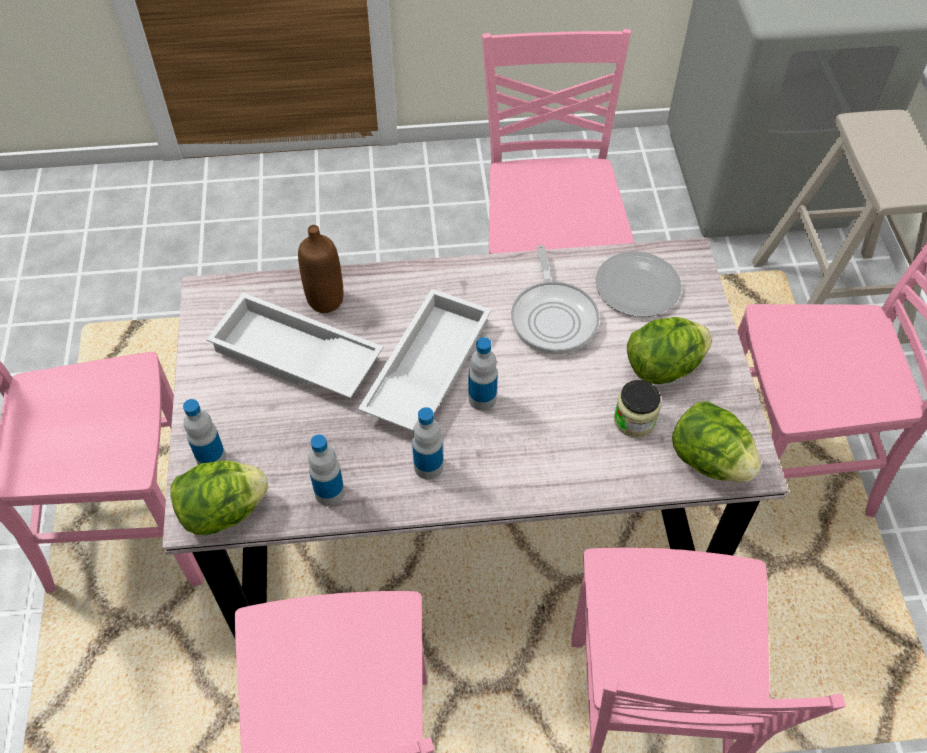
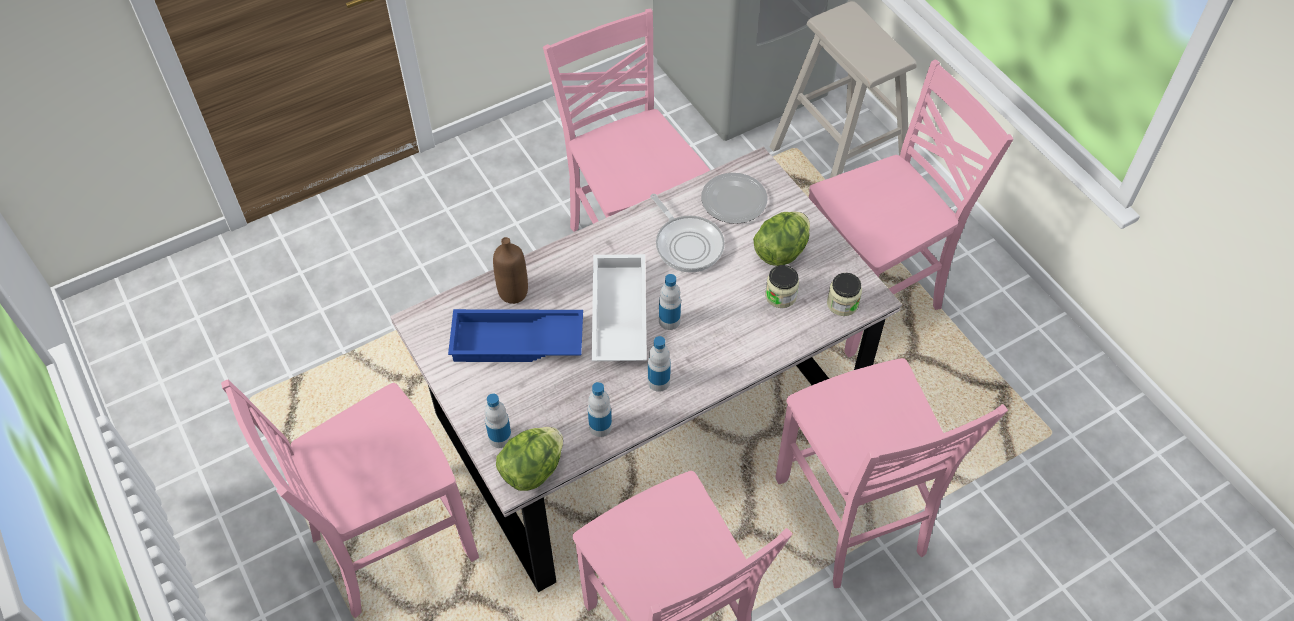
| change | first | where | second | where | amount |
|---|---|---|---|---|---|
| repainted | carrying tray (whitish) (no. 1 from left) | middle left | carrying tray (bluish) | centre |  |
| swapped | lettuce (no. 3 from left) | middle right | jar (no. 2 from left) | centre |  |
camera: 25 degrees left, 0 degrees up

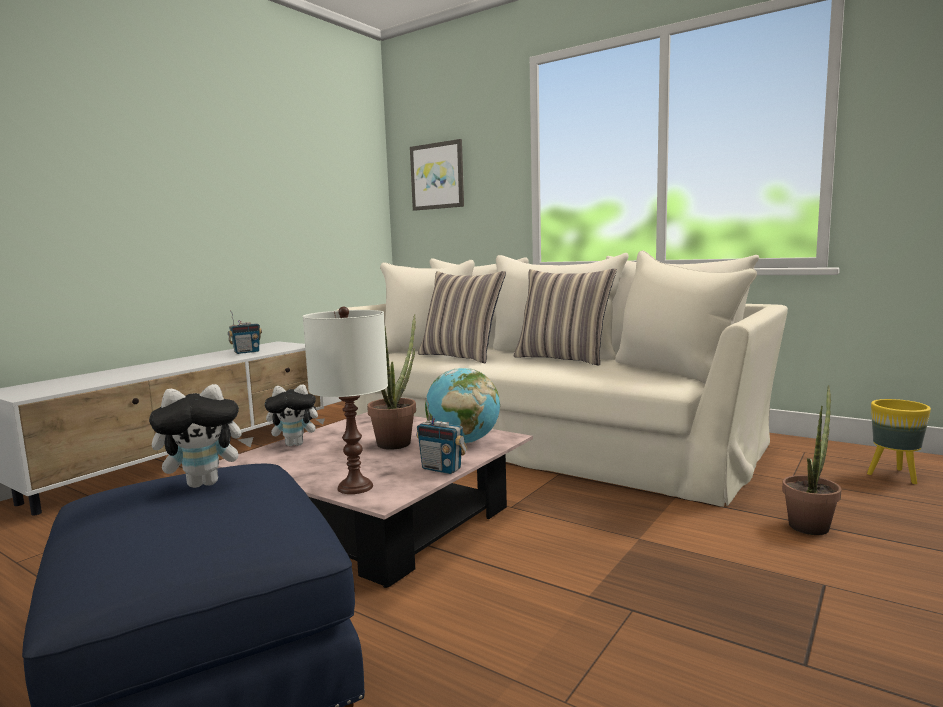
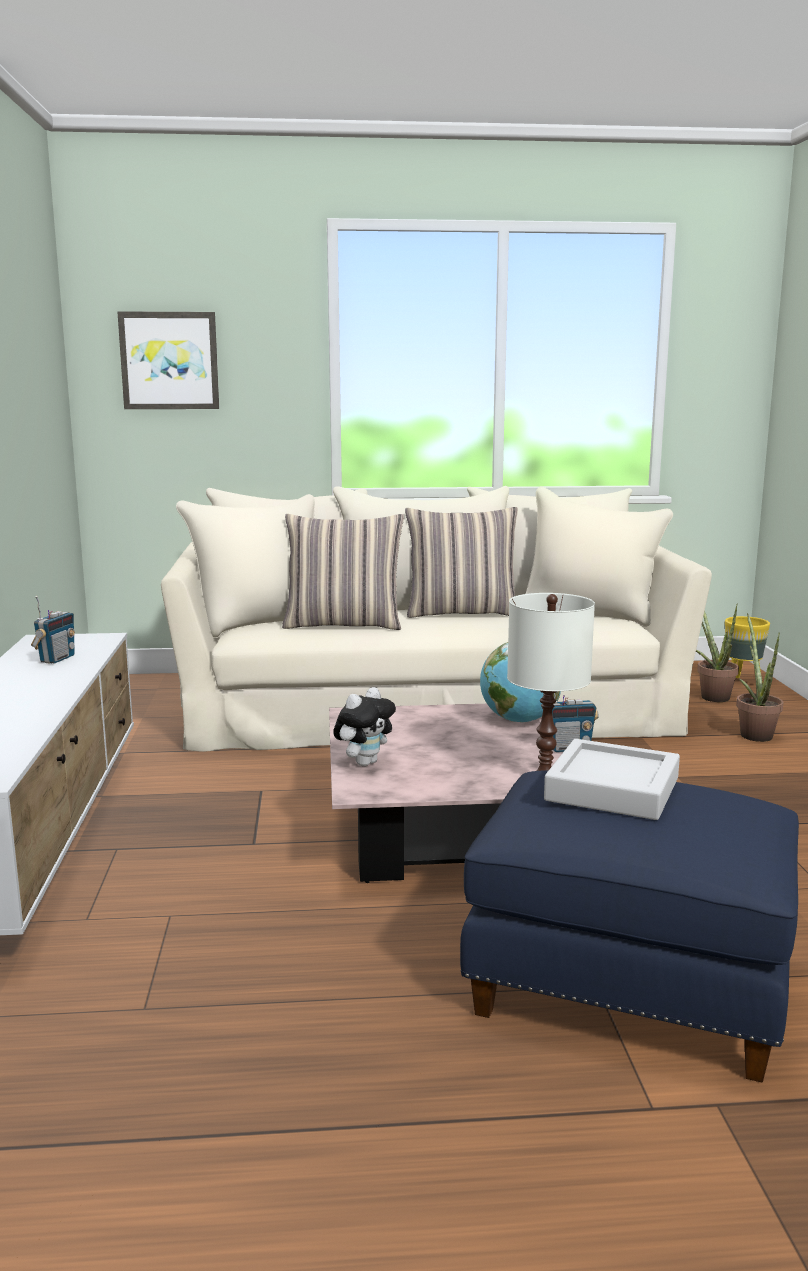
| change | first | where | second | where | amount |
|---|---|---|---|---|---|
| swapped | plush toy (no. 1 from left) | middle left | carrying tray (greyish) | middle right |  |
| shifted | houseplant (no. 1 from left) | centre |  | middle right |  |
camera: 40 degrees left, 5 degrees up

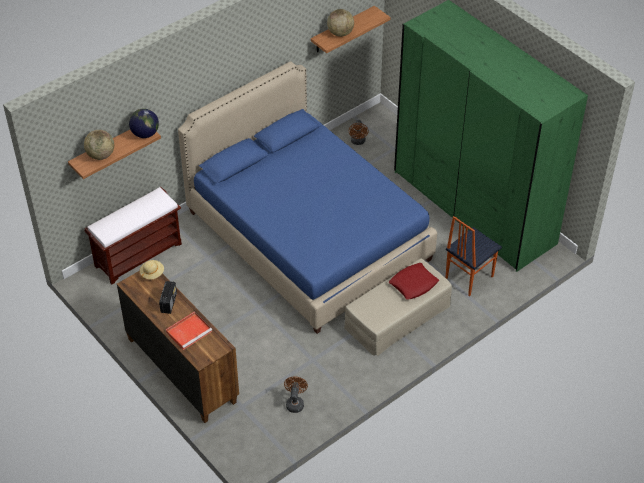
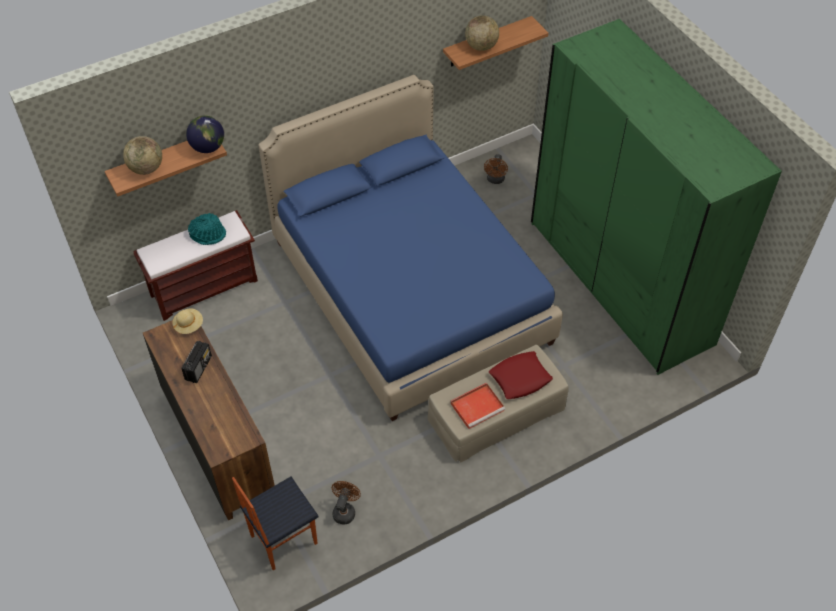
| change | first | where | second | where | amount |
|---|---|---|---|---|---|
| new |  |  | hat (turquoise) | middle left |  |
| shifted | chair | middle right |  | bottom left |  |
| shifted | carrying tray (red-coloured) | bottom left |  | centre |  |
camera: 10 degrees right, 5 degrees up

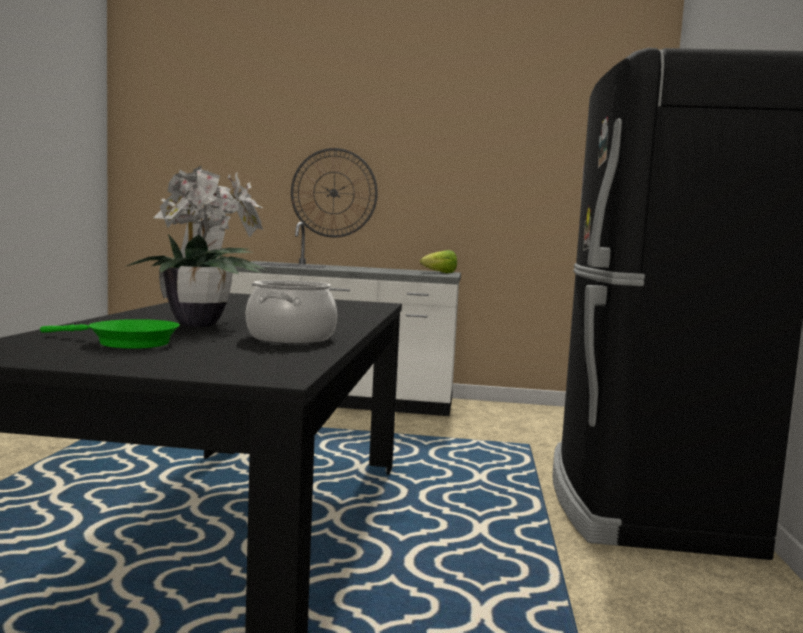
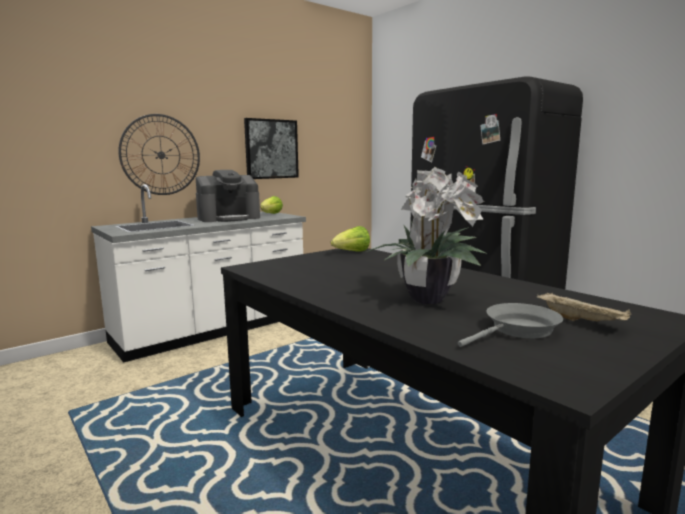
| change | first | where | second | where | amount |
|---|---|---|---|---|---|
| new |  |  | coffee brewer | middle left |  |
| new |  |  | picture | top centre |  |
| new |  |  | lettuce (no. 2 from left) | centre |  |
| repainted | skillet (greenish) | middle left | skillet (greyish) | middle right |  |
| new |  |  | carrying tray (sand-coloured) | middle right |  |
| gone | stockpot | centre |  |  |  |
camera: 45 degrees left, 5 degrees up

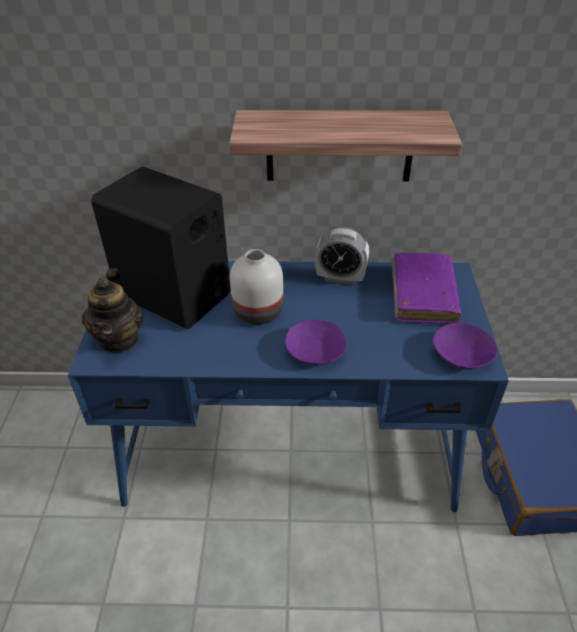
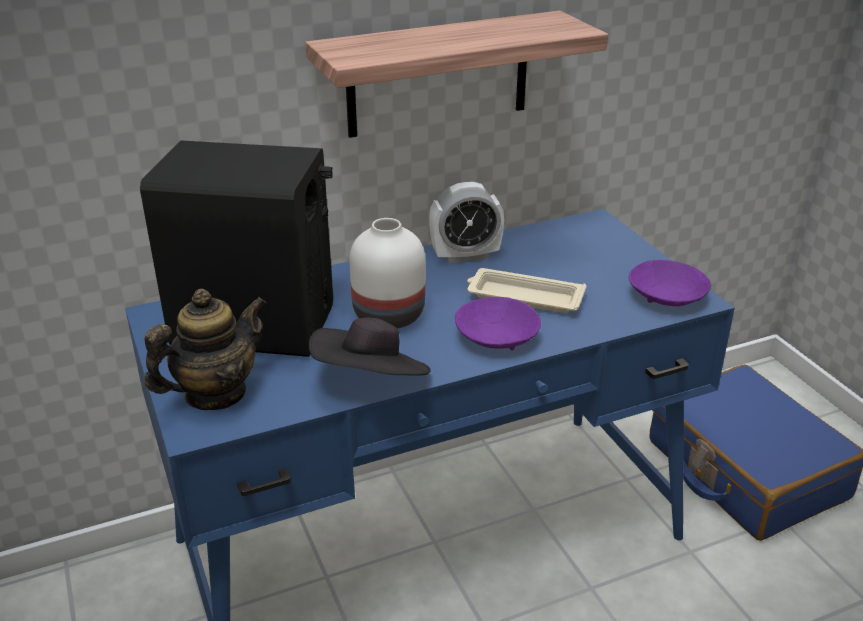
| change | first | where | second | where | amount |
|---|---|---|---|---|---|
| rotated | tea pot | middle left |  | middle left | 105 degrees counterclockwise |
| new |  |  | hat (black-coloured) | centre |  |
| new |  |  | carrying tray (sand-coloured) | centre |  |
| gone | bound book (purplish) | middle right |  |  |  |
camera: 25 degrees left, 10 degrees down

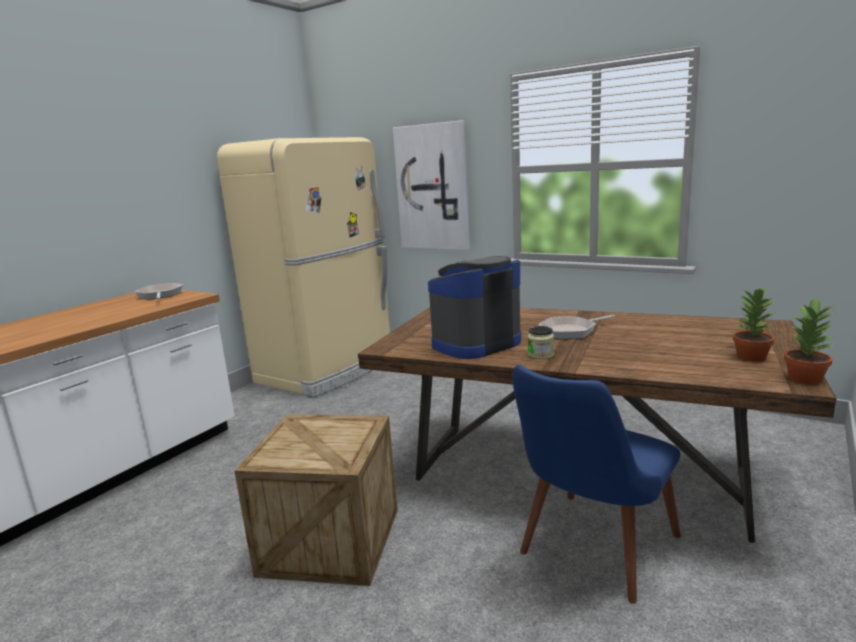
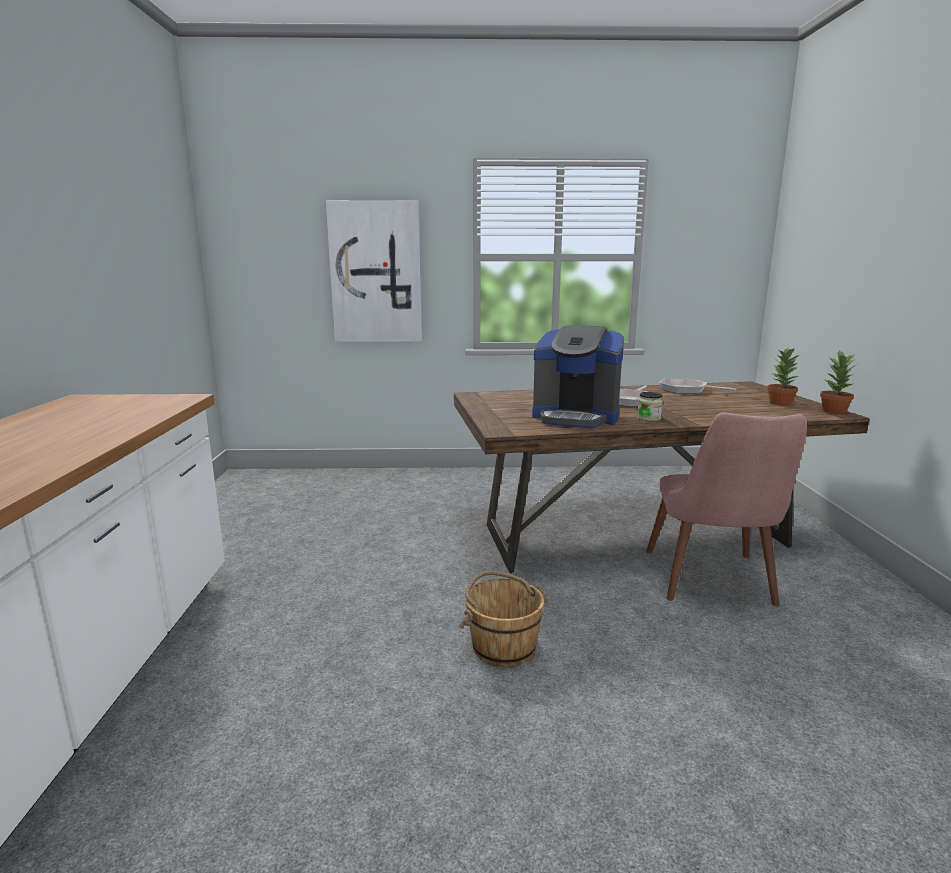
| change | first | where | second | where | amount |
|---|---|---|---|---|---|
| swapped | shipping crate | bottom centre | water bucket (brown) | bottom centre |  |
| rotated | coffee brewer | centre |  | centre | 90 degrees counterclockwise |
| repainted | chair (bluish) | bottom right | chair (pink) | middle right |  |
| shifted | skillet (no. 1 from left in the first image) | middle left | skillet (no. 2 from left) | middle right |  |
| gone | fridge (sand-coloured) | centre |  |  |  |
camera: 35 degrees left, 0 degrees up

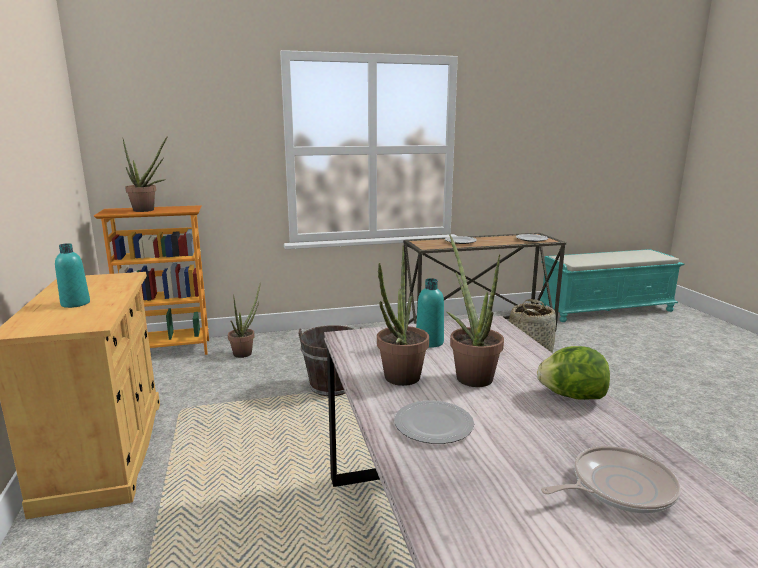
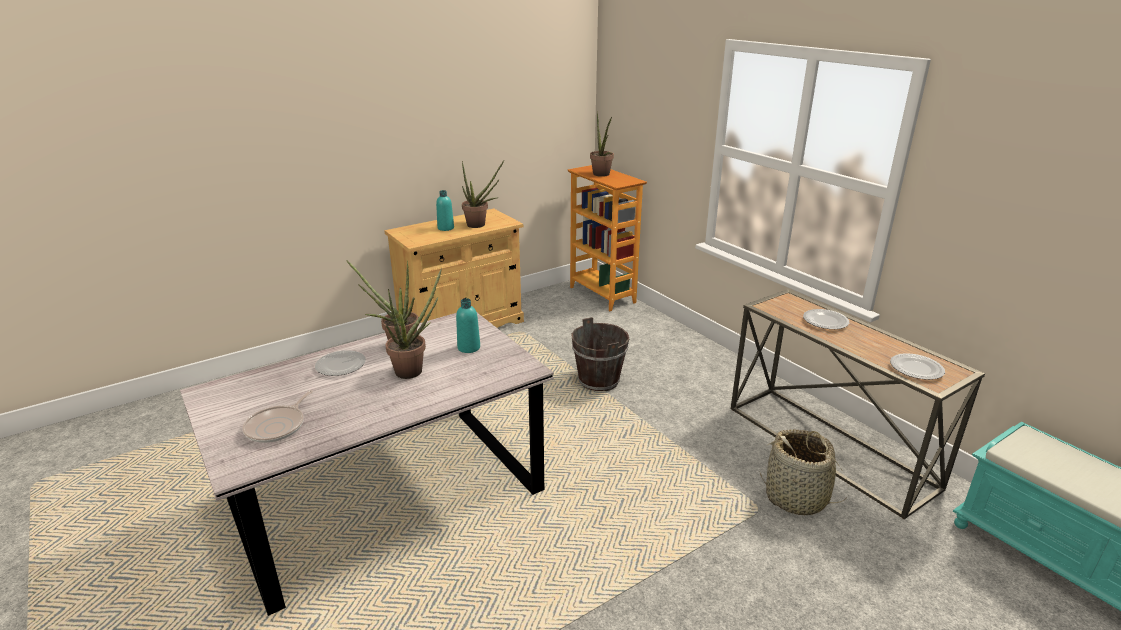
| change | first | where | second | where | amount |
|---|---|---|---|---|---|
| rotated | skillet | bottom right |  | middle left | 60 degrees clockwise |
| shifted | houseplant (no. 2 from left in the first image) | middle left | houseplant (no. 3 from left) | top centre |  |
| gone | lettuce | middle right |  |  |  |
camera: 70 degrees right, 10 degrees up

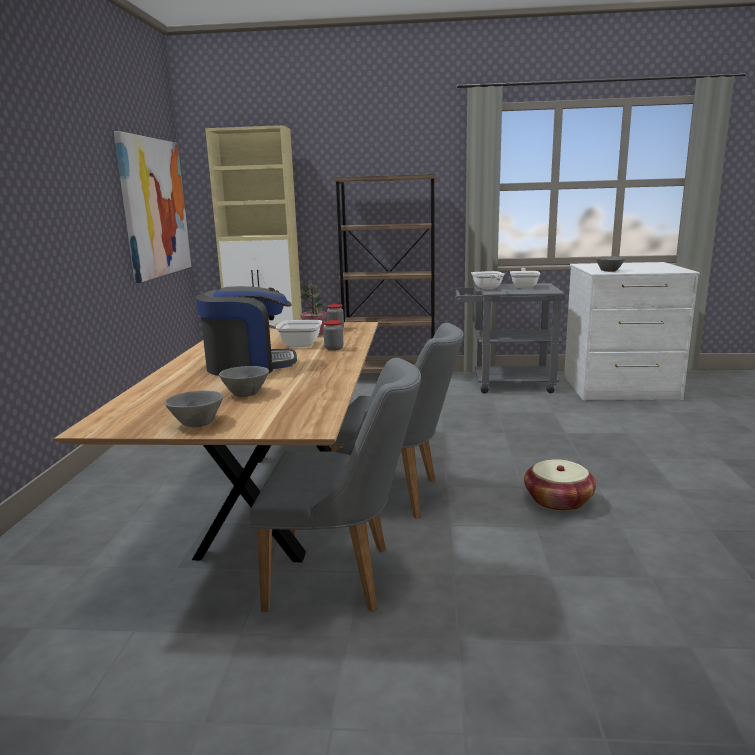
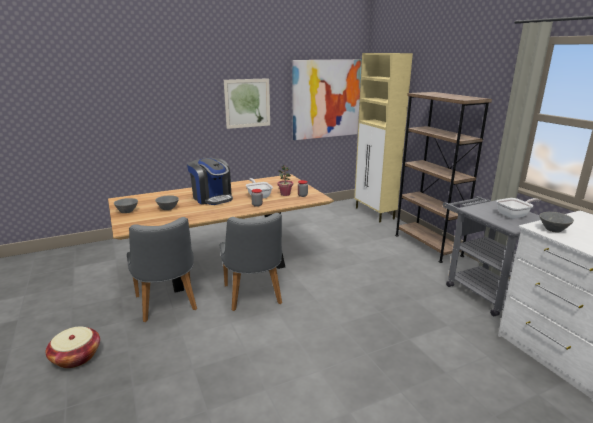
| change | first | where | second | where | amount |
|---|---|---|---|---|---|
| shifted | storage basket | middle right |  | bottom left |  |
| new |  |  | picture (no. 1 from left) | top centre |  |
| gone | skillet (no. 2 from left) | centre |  |  |  |
camera: 60 degrees right, 5 degrees up

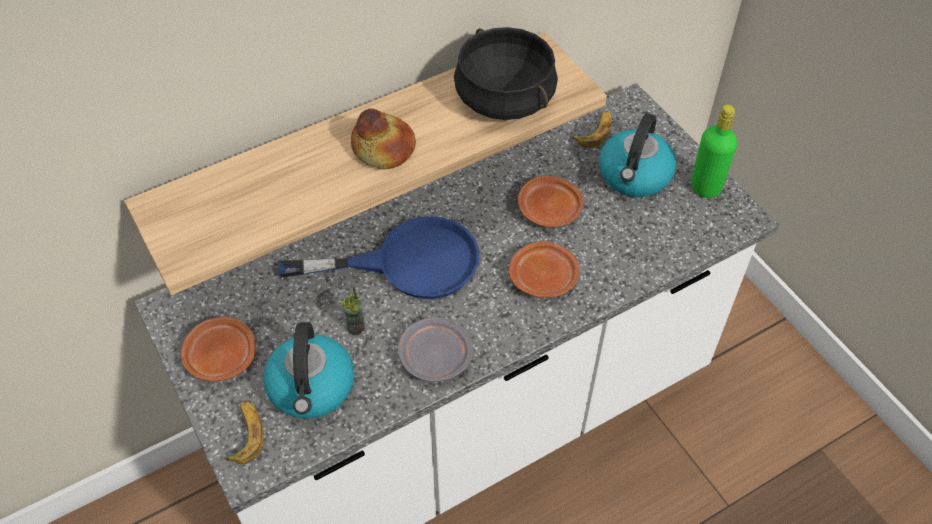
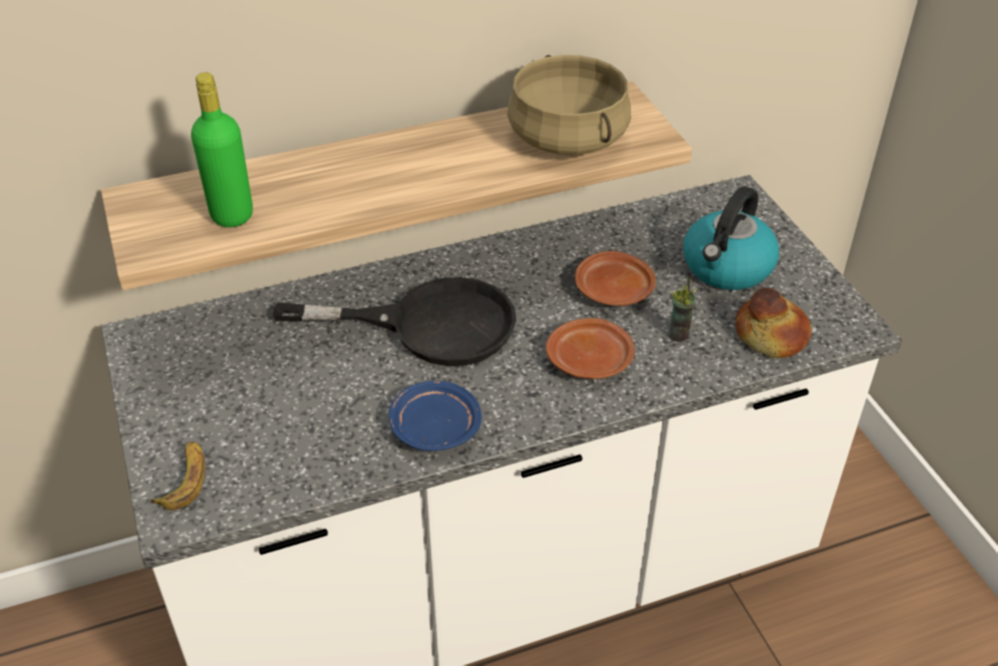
| change | first | where | second | where | amount |
|---|---|---|---|---|---|
| shifted | beverage bottle (greenish) | top right |  | top left |  |
| repainted | skillet (bluish) | centre | skillet (black-coloured) | centre |  |
| repainted | dinner plate (greyish) | centre | dinner plate (bluish) | centre |  |
| repainted | stockpot (black-coloured) | top centre | stockpot (sand-coloured) | top centre |  |
| shifted | cup | centre |  | middle right |  |
| shifted | bakery bread | top centre |  | middle right |  |
| gone | dinner plate (brown) (no. 1 from left) | middle left |  |  |  |
| gone | kettle (no. 1 from left) | bottom left |  |  |  |
| gone | banana (no. 2 from left) | top centre |  |  |  |
camera: 10 degrees right, 10 degrees down

